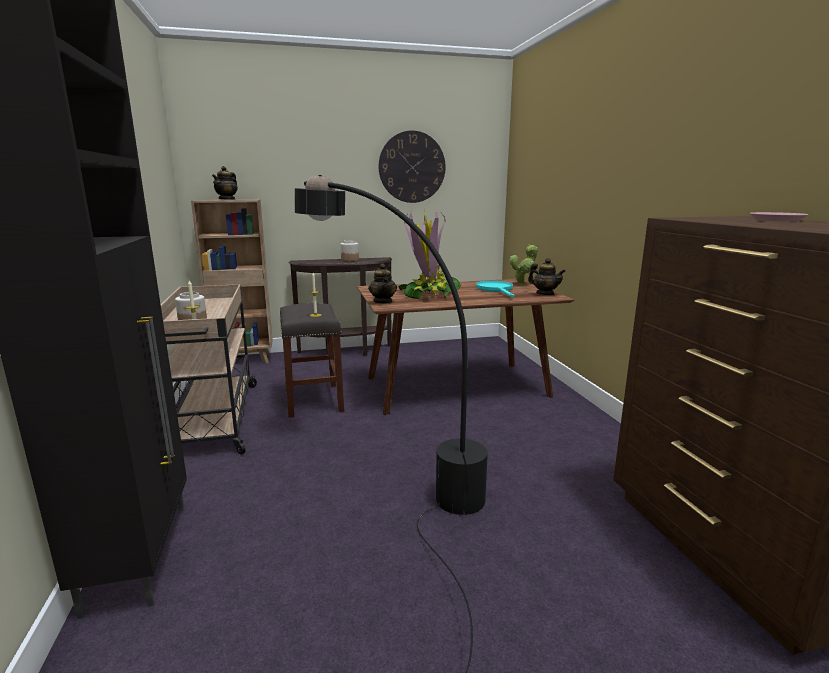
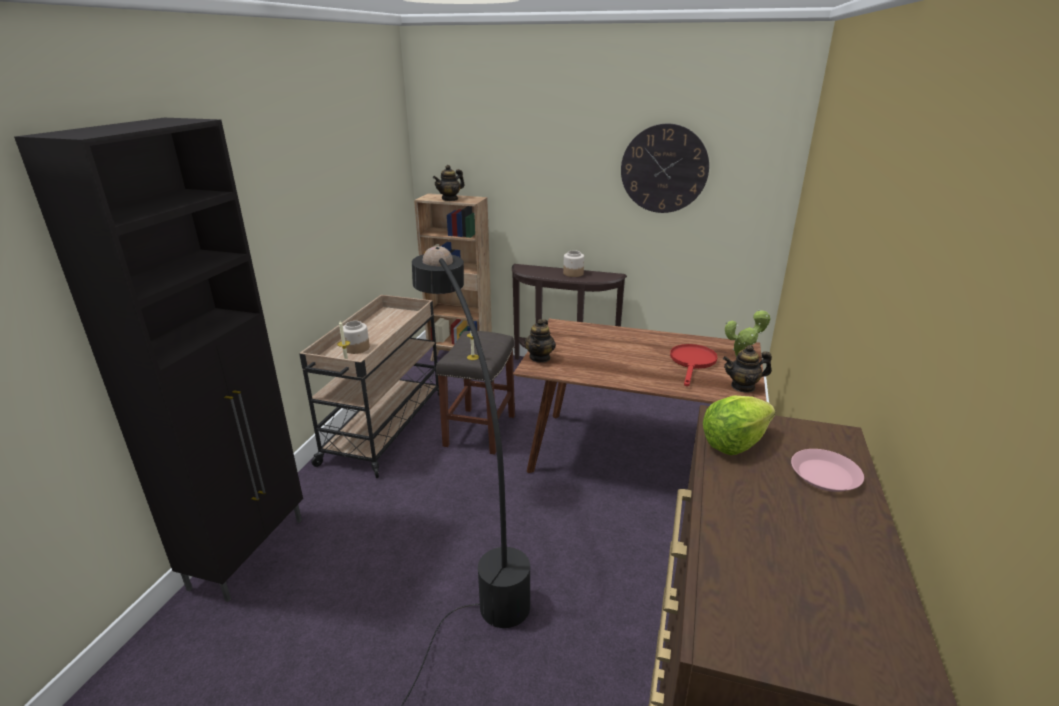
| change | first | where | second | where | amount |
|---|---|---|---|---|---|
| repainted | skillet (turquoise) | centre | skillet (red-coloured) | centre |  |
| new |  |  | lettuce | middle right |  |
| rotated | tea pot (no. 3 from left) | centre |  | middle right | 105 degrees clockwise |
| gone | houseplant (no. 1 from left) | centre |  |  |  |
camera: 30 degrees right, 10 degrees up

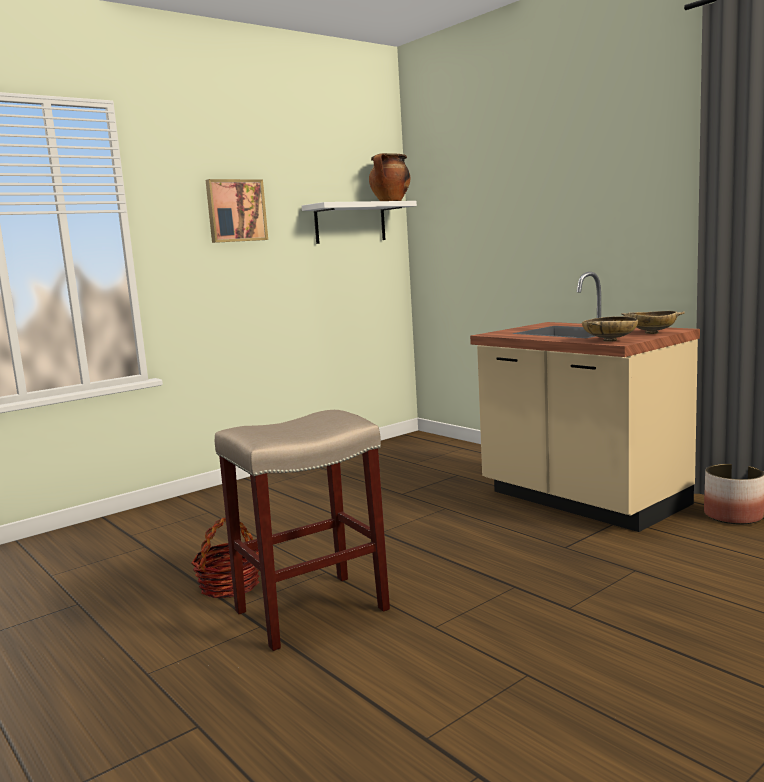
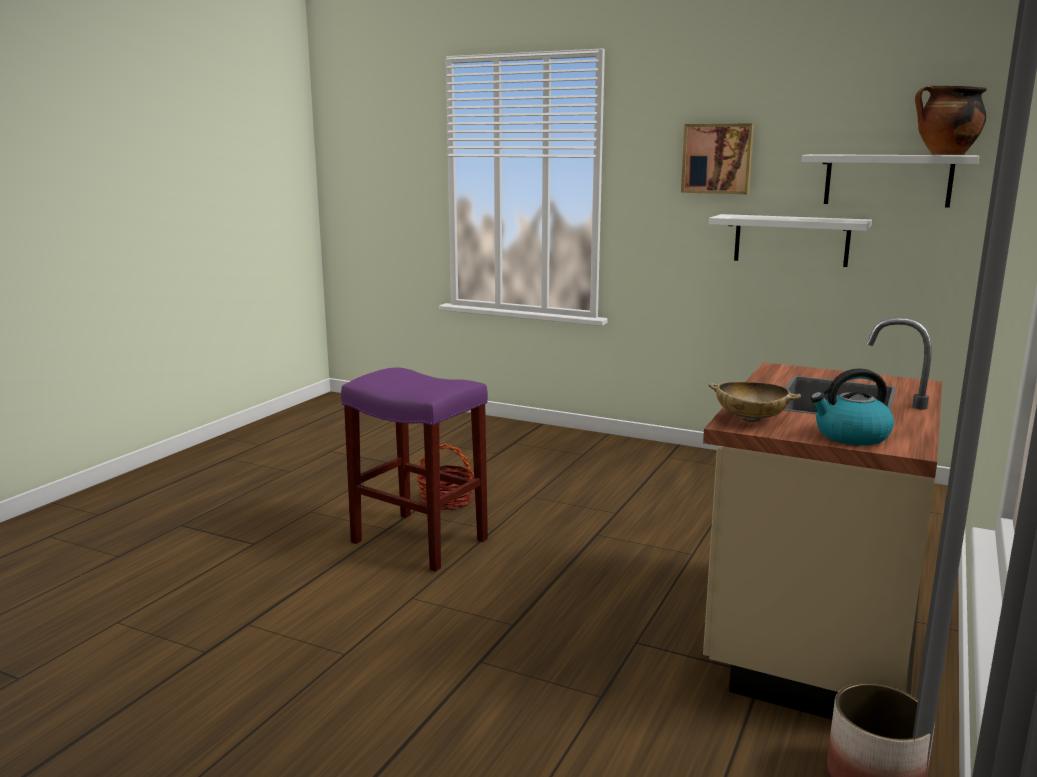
| change | first | where | second | where | amount |
|---|---|---|---|---|---|
| repainted | stool (sand-coloured) | bottom centre | stool (purplish) | centre |  |
| new |  |  | bracket shelf (whitish) (no. 1 from left) | top right |  |
| swapped | deep dish (sand-coloured) (no. 2 from left) | middle right | kettle | middle right |  |
camera: 65 degrees right, 5 degrees up

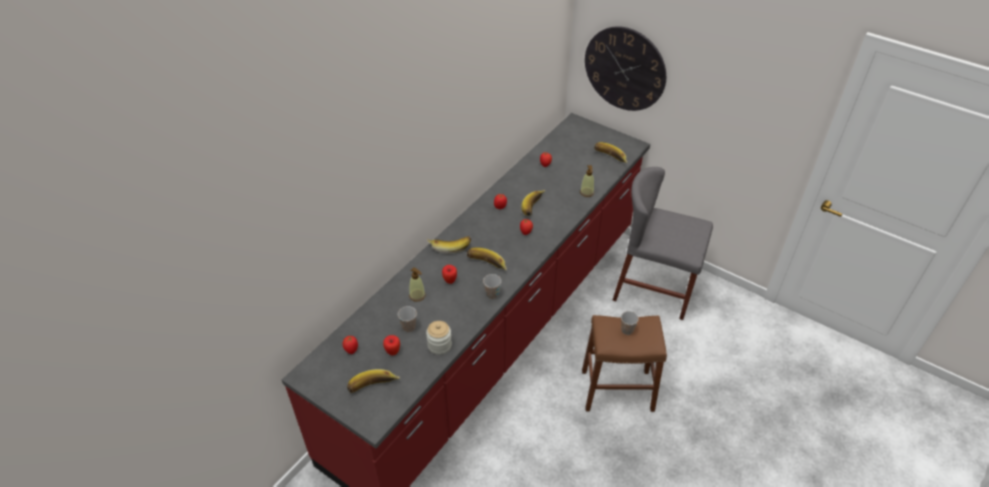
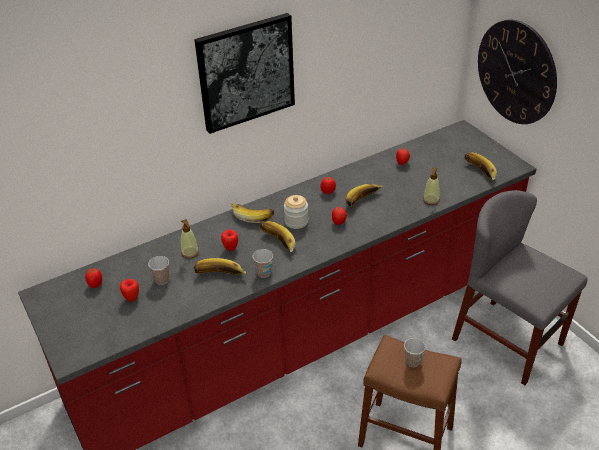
| change | first | where | second | where | amount |
|---|---|---|---|---|---|
| new |  |  | picture | top centre |  |
| shifted | banana (no. 1 from left) | bottom centre |  | centre |  |
| shifted | jar | bottom centre |  | centre |  |
camera: 25 degrees right, 5 degrees down

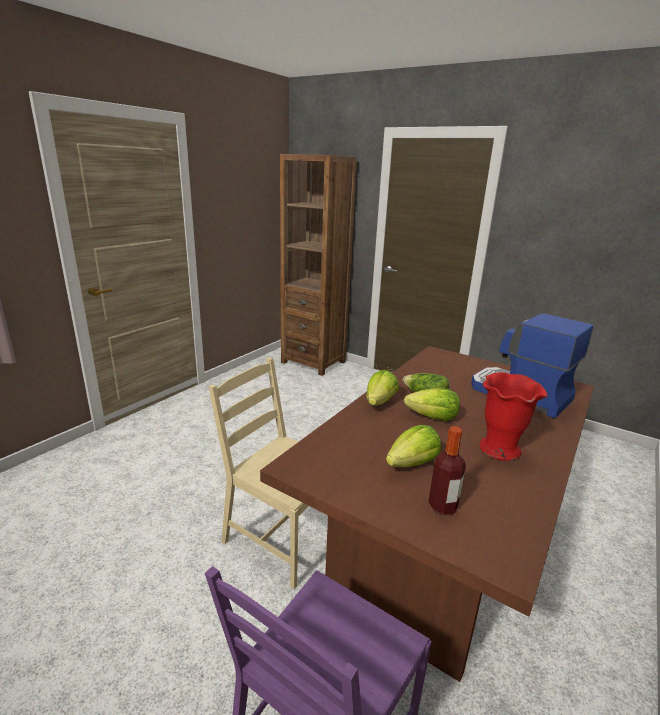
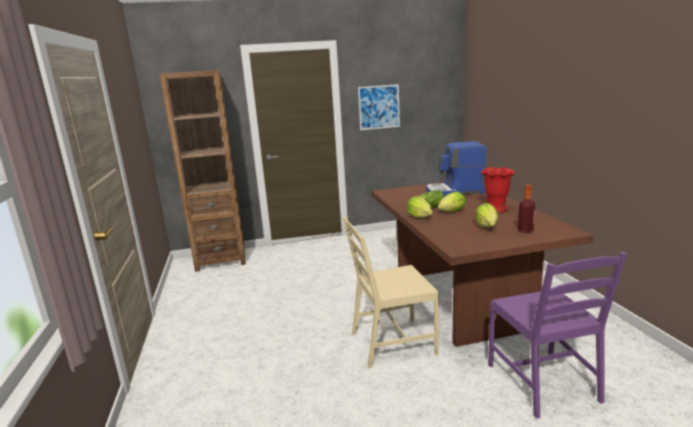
| change | first | where | second | where | amount |
|---|---|---|---|---|---|
| new |  |  | picture | top centre |  |
camera: 45 degrees left, 5 degrees down

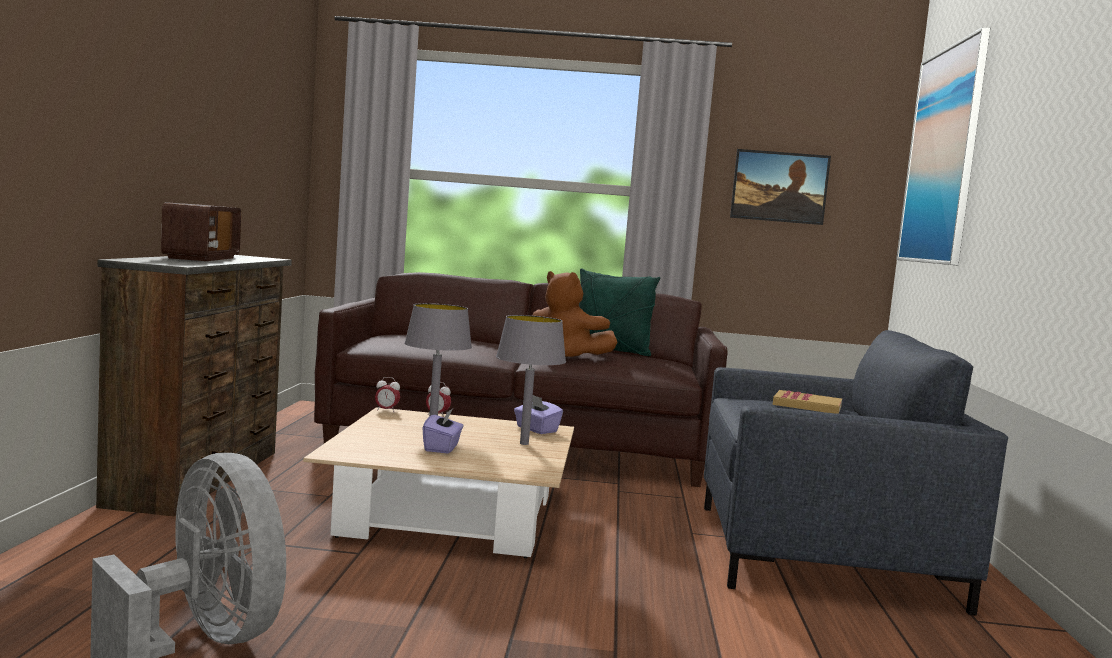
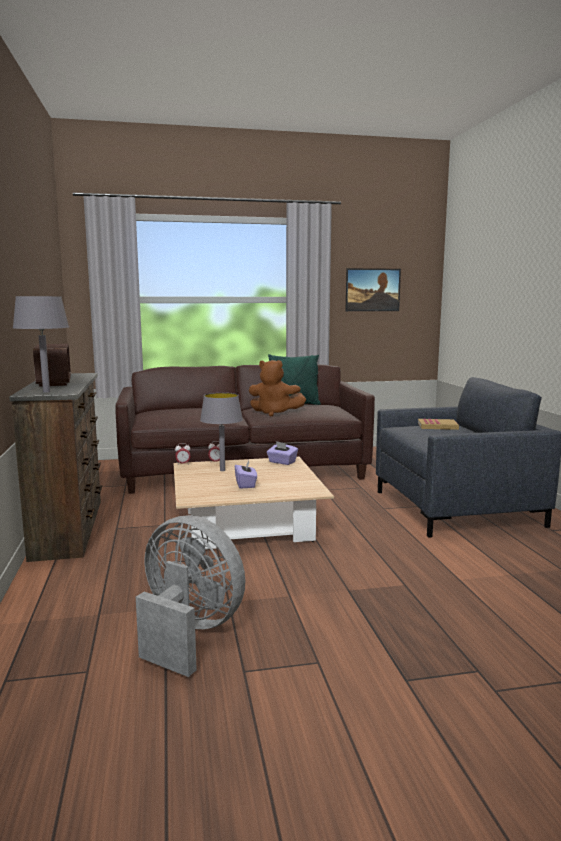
| change | first | where | second | where | amount |
|---|---|---|---|---|---|
| shifted | tabletop lamp (greyish) (no. 2 from left in the first image) | centre | tabletop lamp (greyish) (no. 1 from left) | middle left |  |
| gone | picture (no. 2 from left) | top right |  |  |  |
camera: 15 degrees left, 5 degrees up

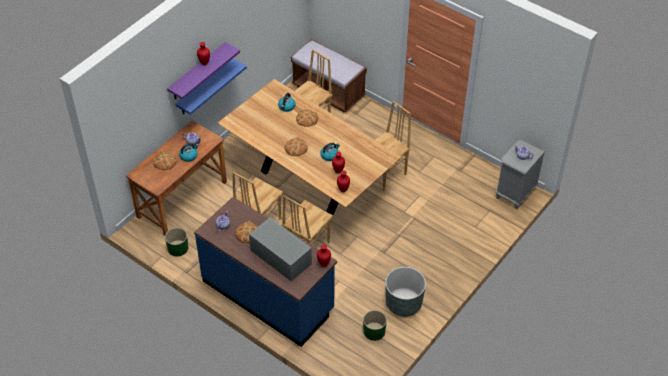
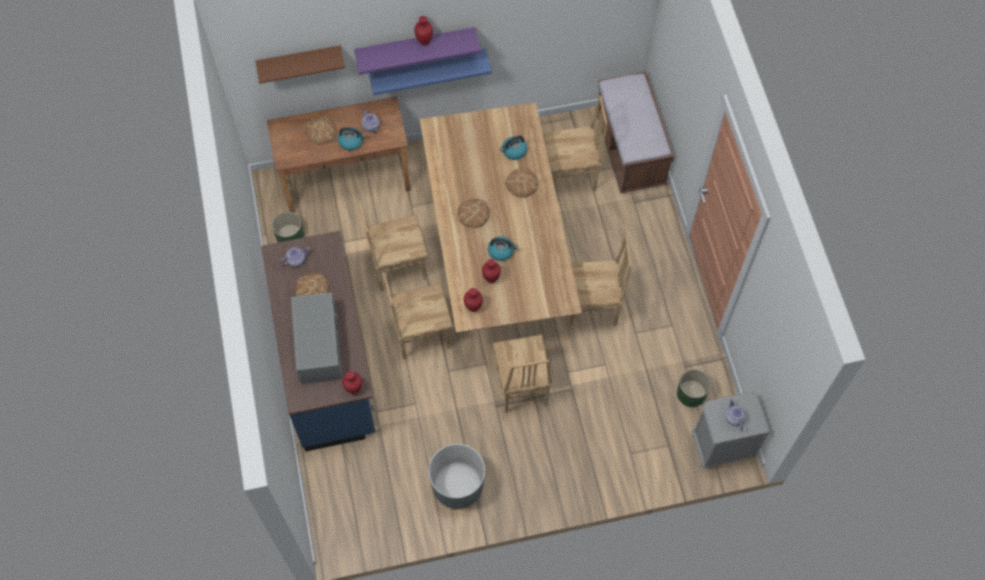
| change | first | where | second | where | amount |
|---|---|---|---|---|---|
| new |  |  | bracket shelf (brown) | top left |  |
| new |  |  | chair (brown) (no. 3 from left) | centre |  |
| shifted | plant pot (greenish) (no. 2 from left) | bottom centre |  | bottom right |  |
camera: 40 degrees right, 15 degrees up

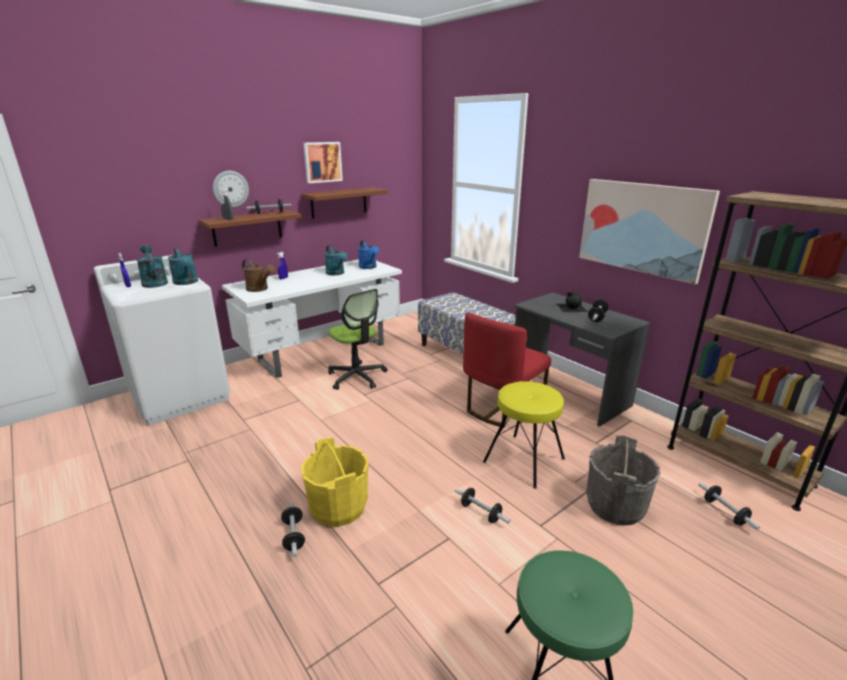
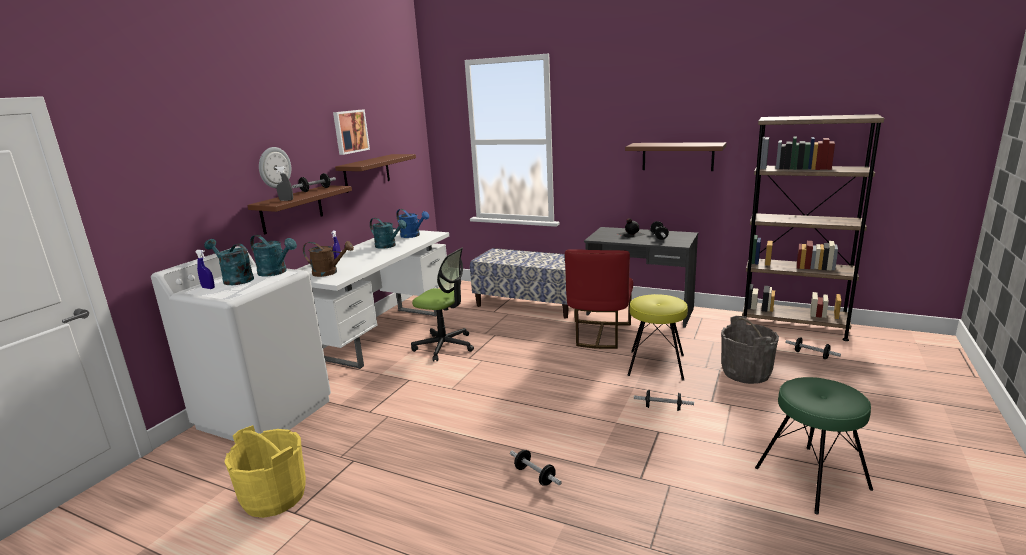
| change | first | where | second | where | amount |
|---|---|---|---|---|---|
| shifted | water bucket (yellow-coloured) | bottom centre |  | bottom left |  |
| swapped | picture (no. 2 from left) | middle right | bracket shelf (brown) (no. 3 from left) | top centre |  |
camera: 25 degrees left, 5 degrees down

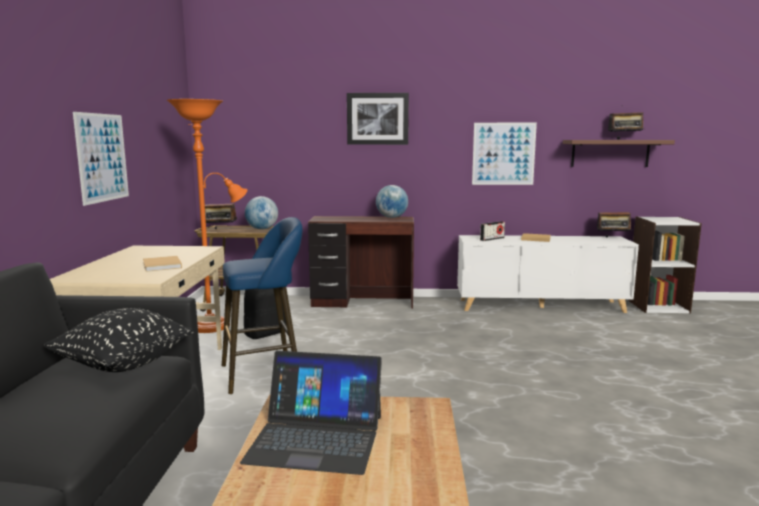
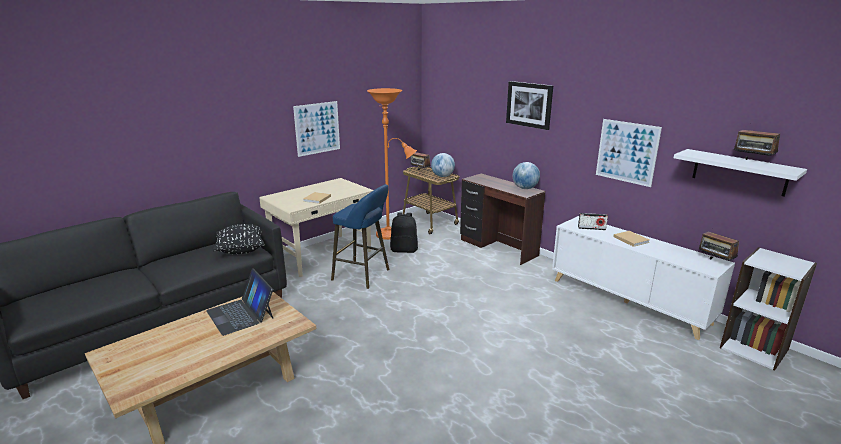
| change | first | where | second | where | amount |
|---|---|---|---|---|---|
| repainted | bracket shelf (brown) | top right | bracket shelf (whitish) | middle right |  |
camera: 45 degrees right, 10 degrees up

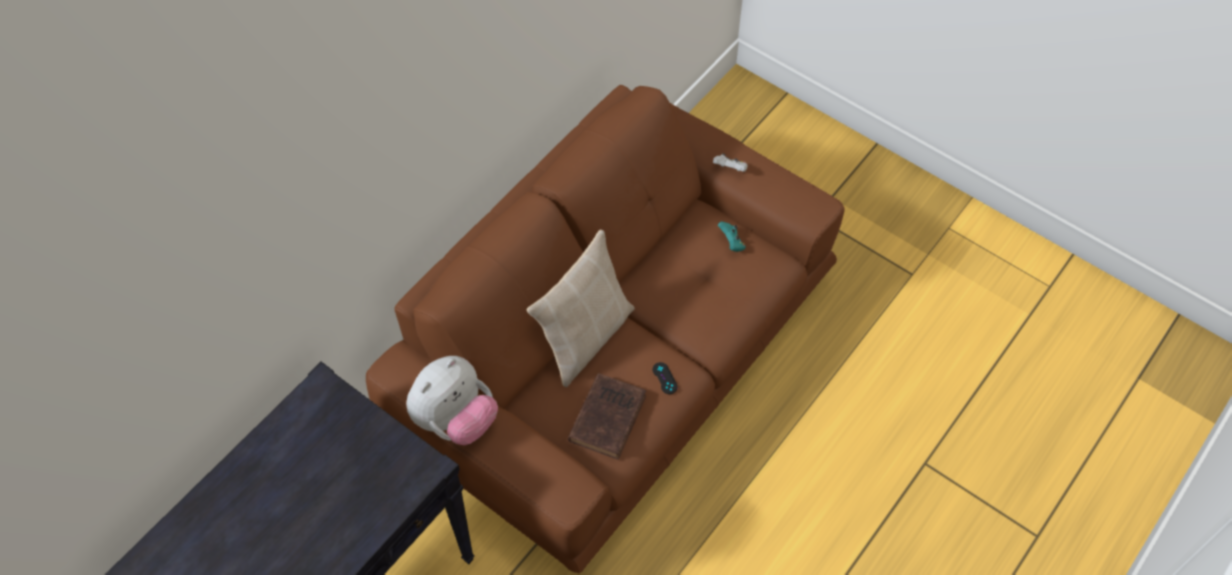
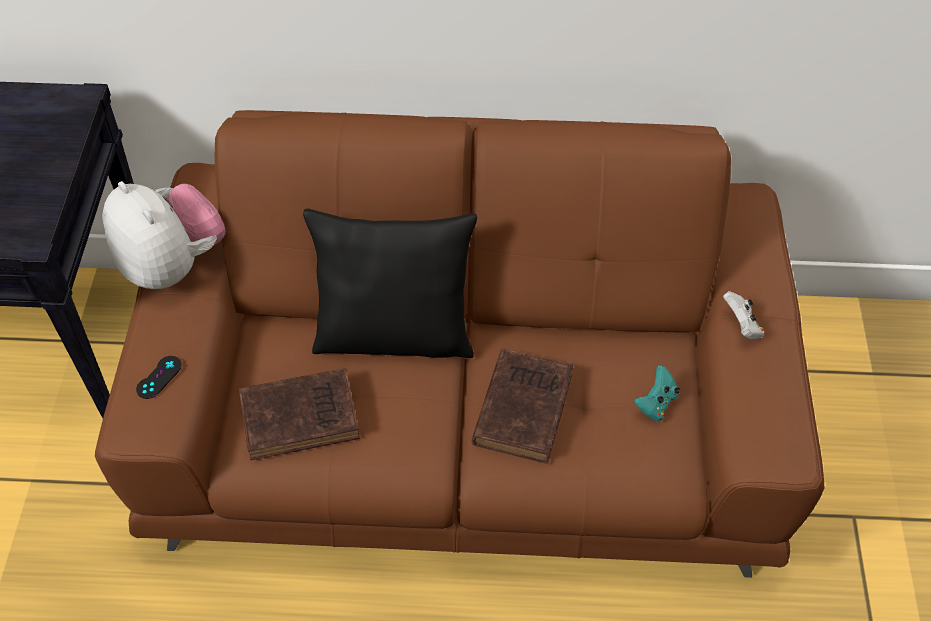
| change | first | where | second | where | amount |
|---|---|---|---|---|---|
| rotated | plush toy | bottom centre |  | middle left | 135 degrees counterclockwise |
| shifted | gamepad (black-coloured) | centre |  | middle left |  |
| repainted | pillow (sand-coloured) | centre | pillow (black-coloured) | centre |  |
| new |  |  | bound book (brown) (no. 2 from left) | centre |  |
camera: 55 degrees right, 5 degrees down

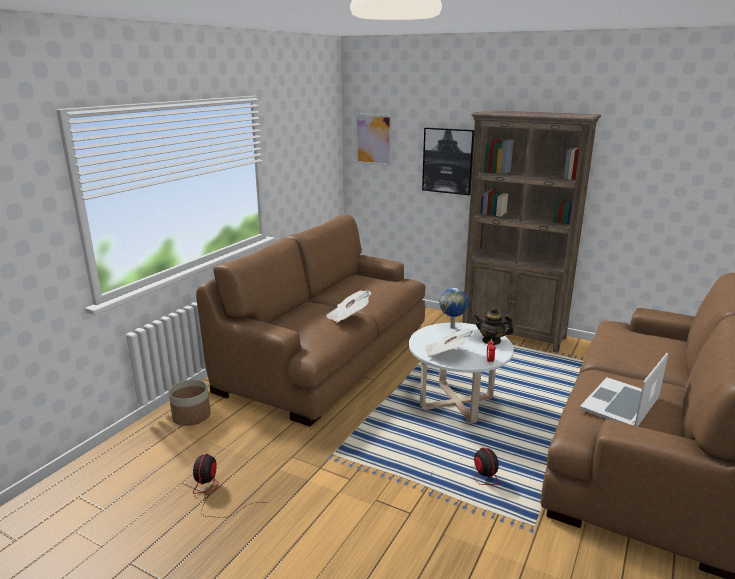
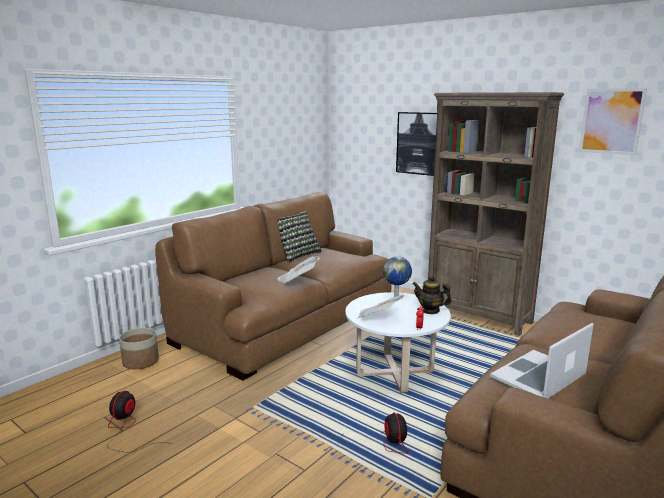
| change | first | where | second | where | amount |
|---|---|---|---|---|---|
| new |  |  | pillow | centre |  |
| shifted | picture (no. 1 from left in the first image) | top centre | picture (no. 2 from left) | top right |  |
camera: 10 degrees right, 5 degrees down

